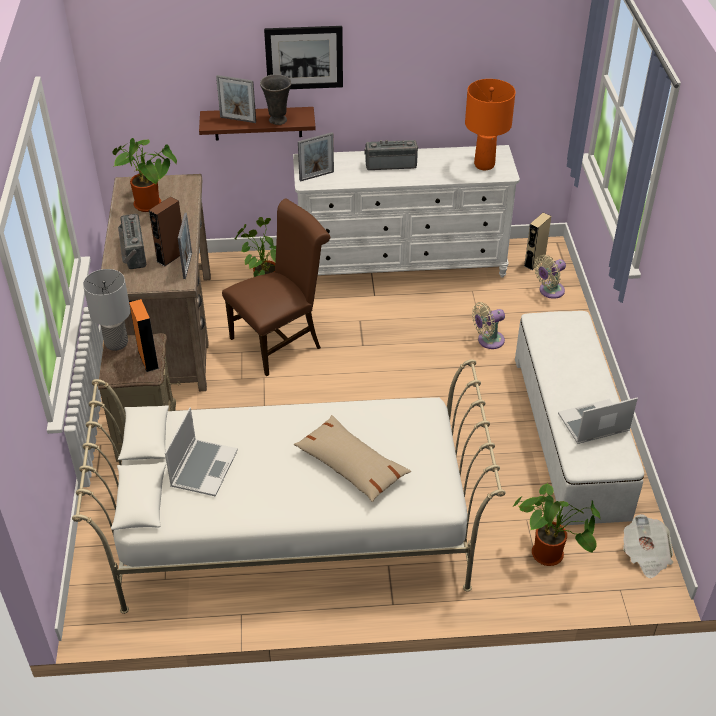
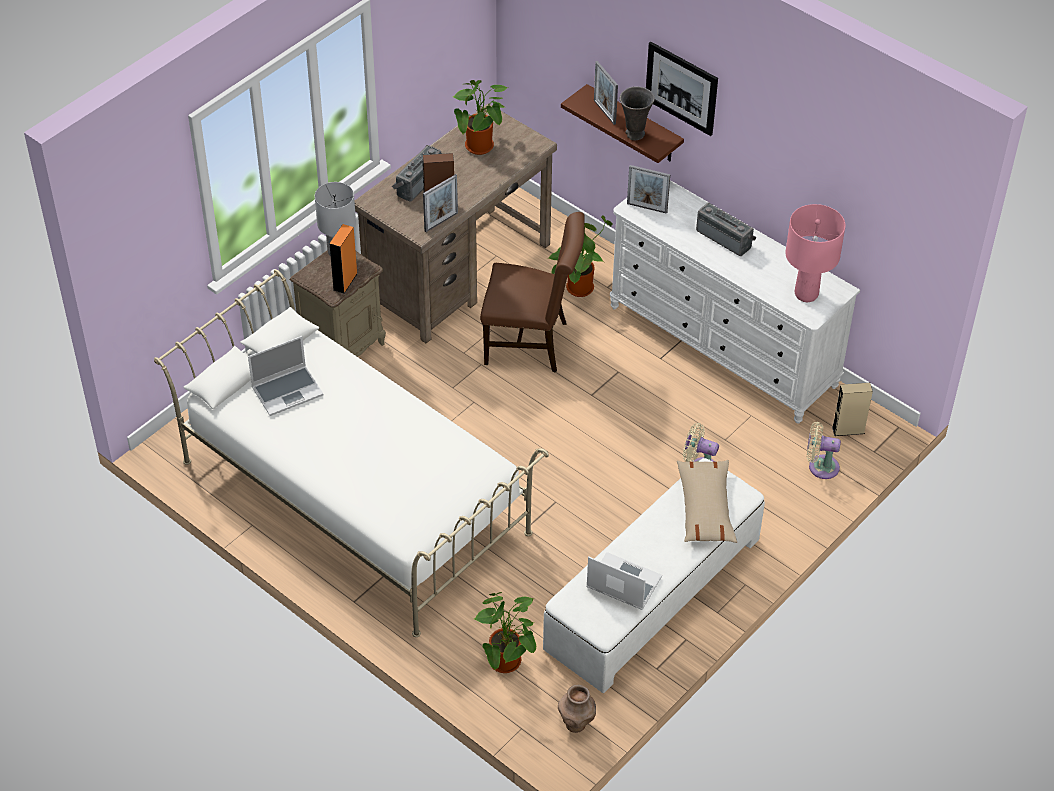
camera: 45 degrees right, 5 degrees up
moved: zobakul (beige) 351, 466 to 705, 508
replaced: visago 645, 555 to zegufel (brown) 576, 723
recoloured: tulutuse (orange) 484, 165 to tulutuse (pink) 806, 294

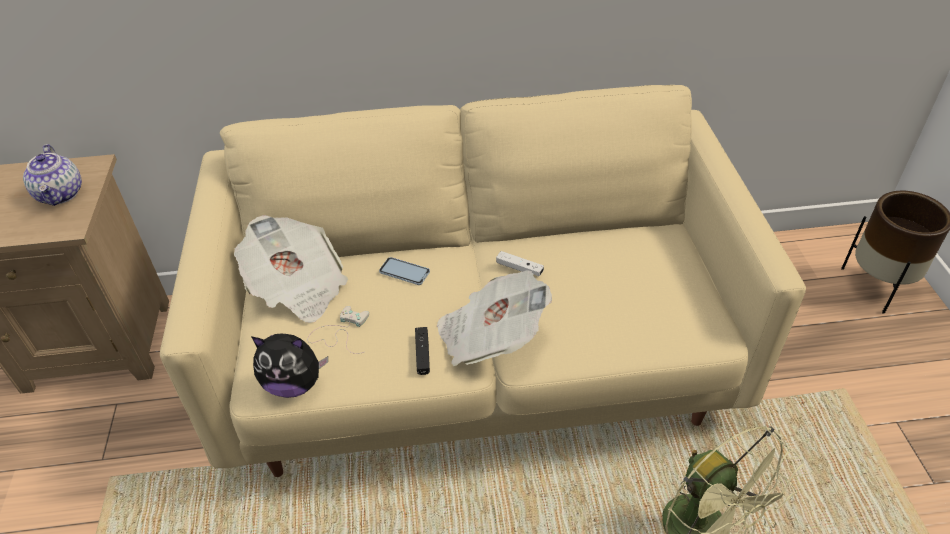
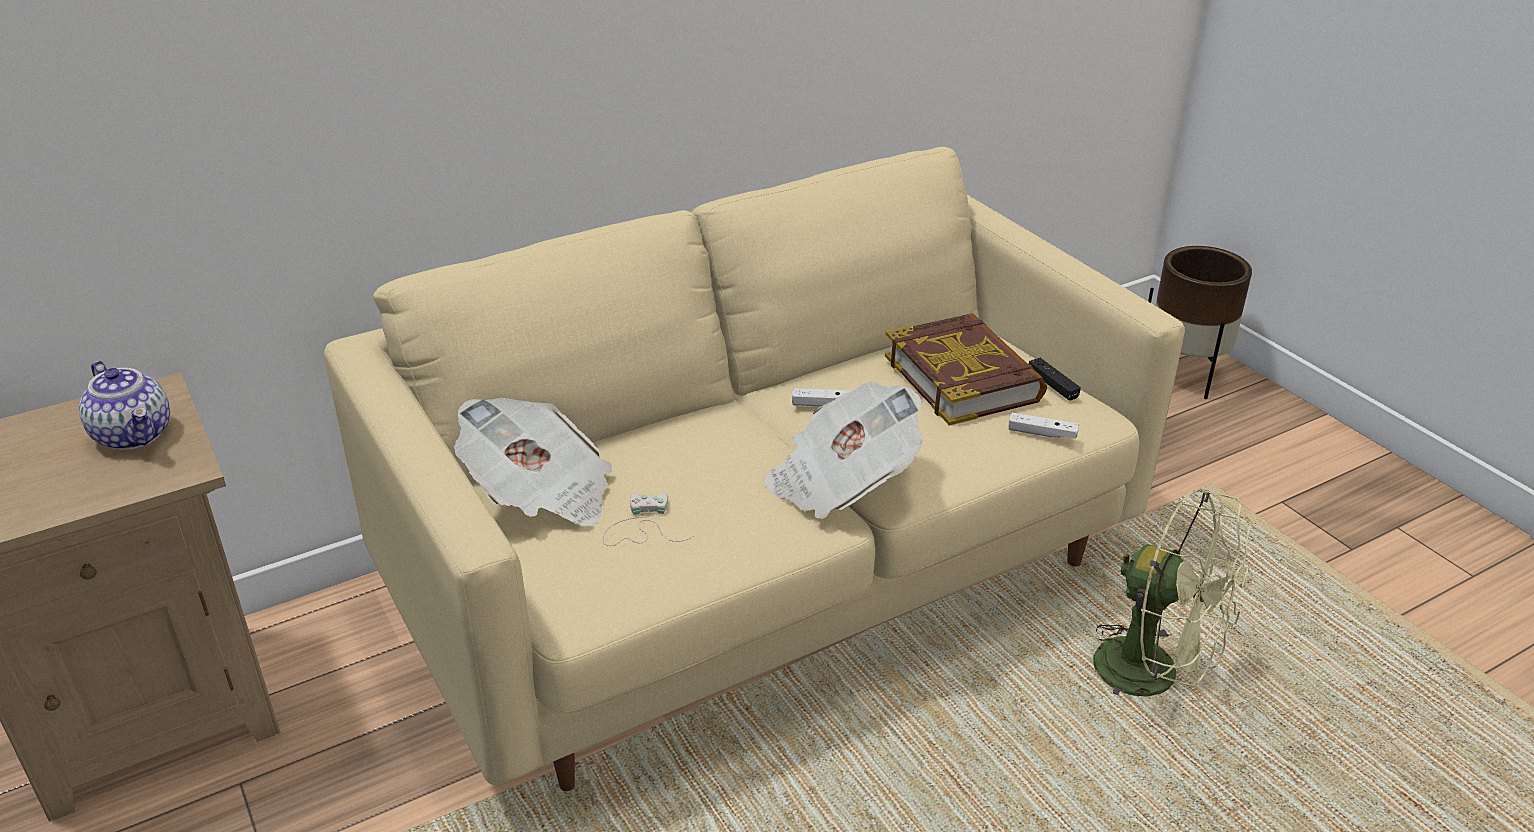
camera: 25 degrees left, 10 degrees down
removed: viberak 294, 384; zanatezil 404, 272
added: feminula 963, 378; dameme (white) 1042, 433
moved: dameme (black) 422, 354 to 1052, 385

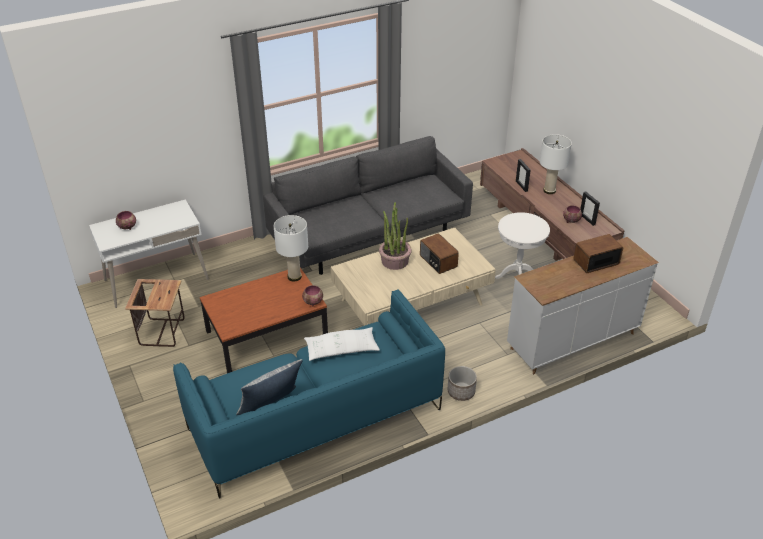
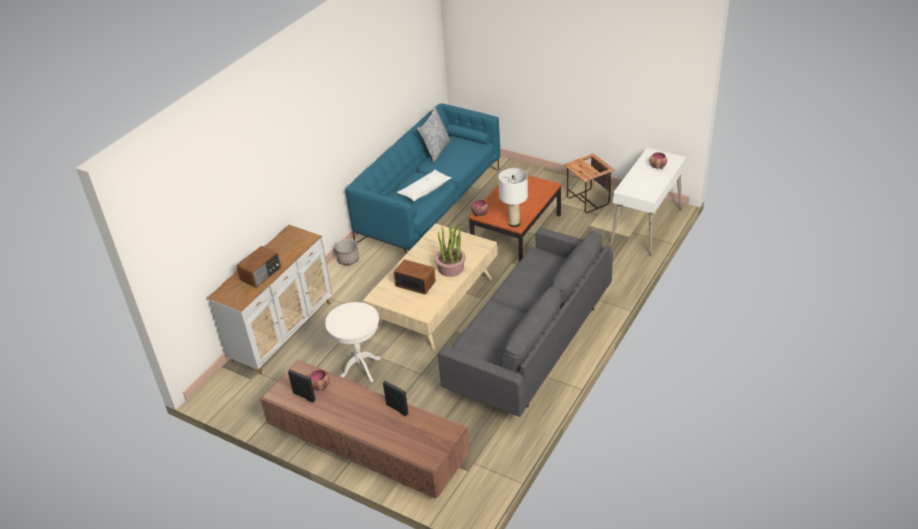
camera: 150 degrees right, 0 degrees up
removed: tulutuse (white) 549, 191

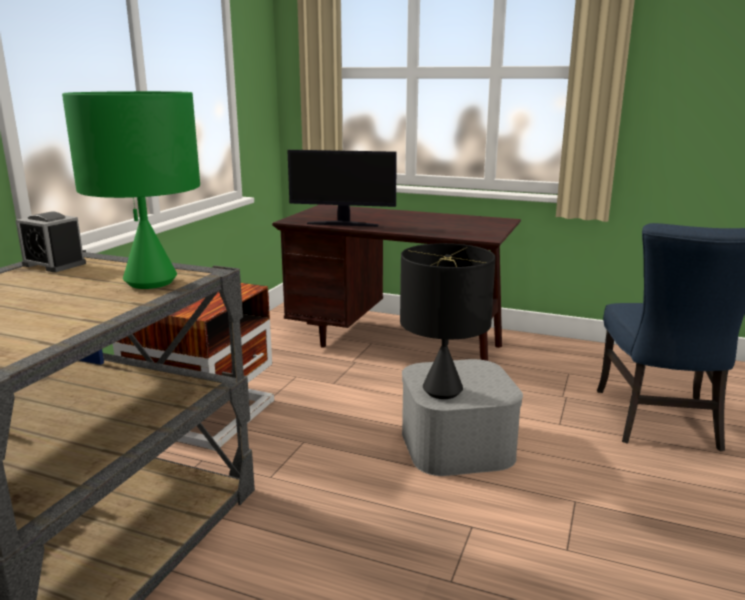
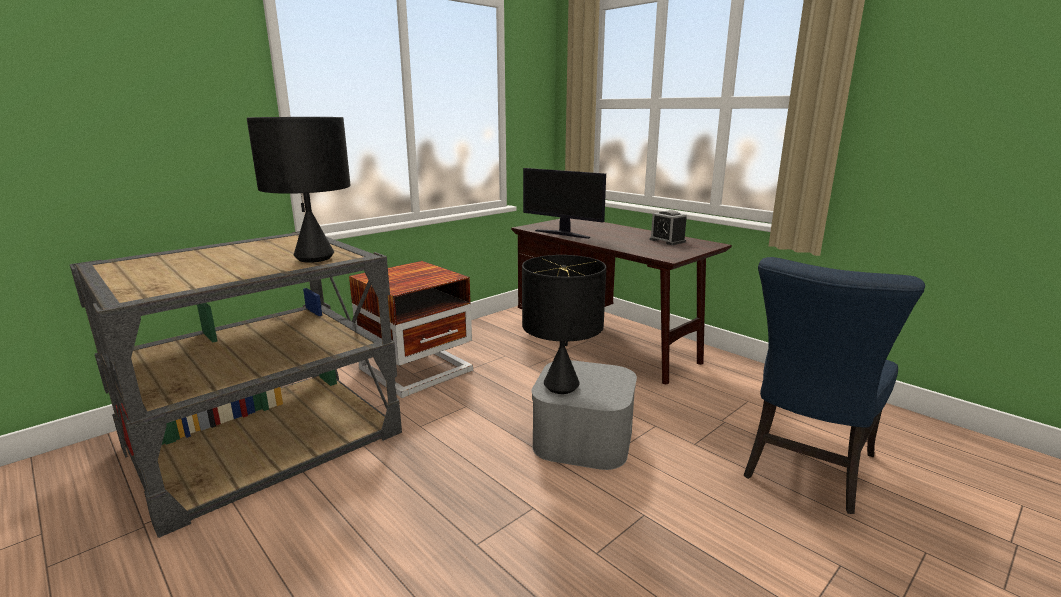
camera: 25 degrees right, 0 degrees up
moved: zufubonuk 54, 264 to 667, 241
recoloured: tulutuse (green) 151, 283 to tulutuse (black) 315, 258

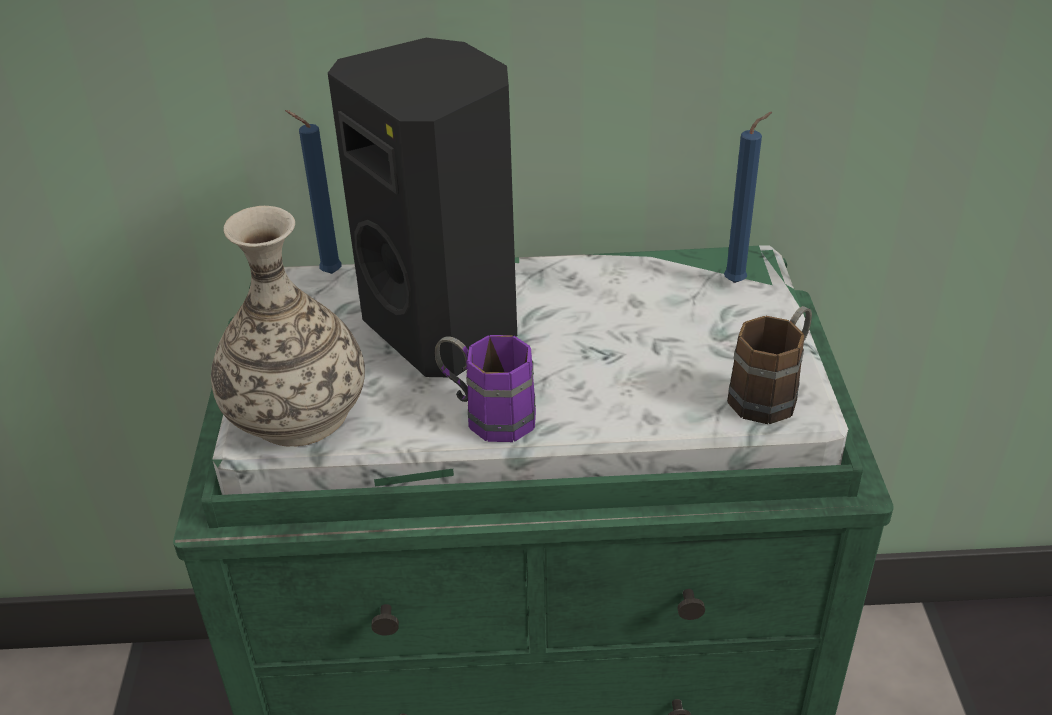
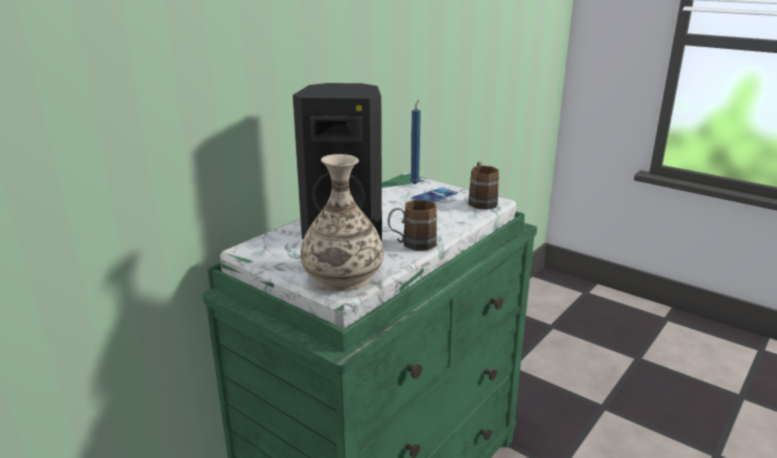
camera: 50 degrees left, 15 degrees down
removed: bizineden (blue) 328, 273
added: zanatezil 434, 196
recoloured: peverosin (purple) 486, 414 to peverosin (brown) 412, 245

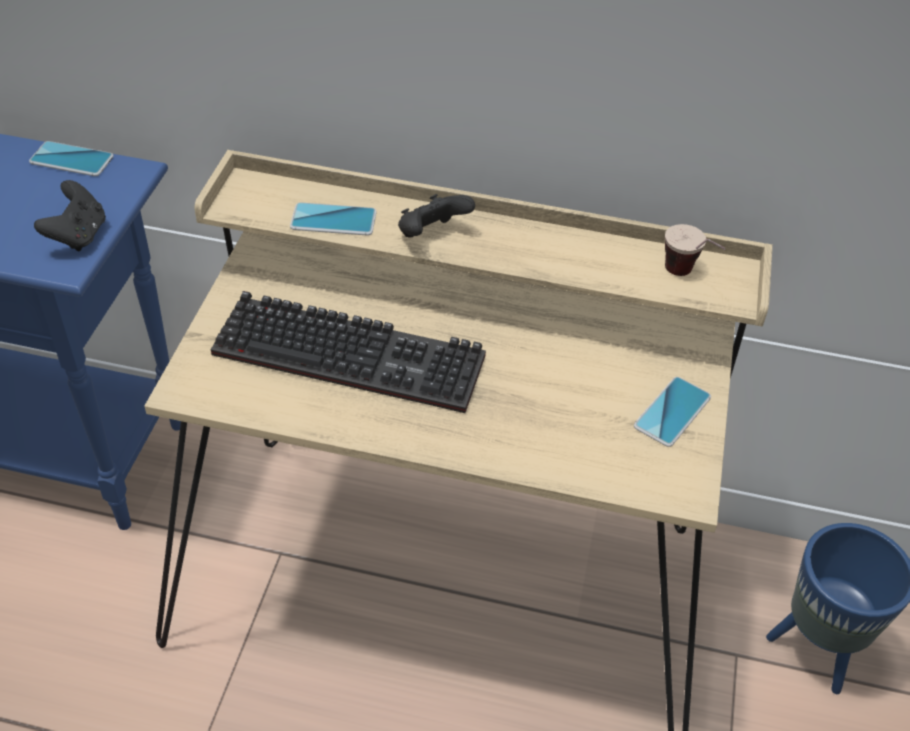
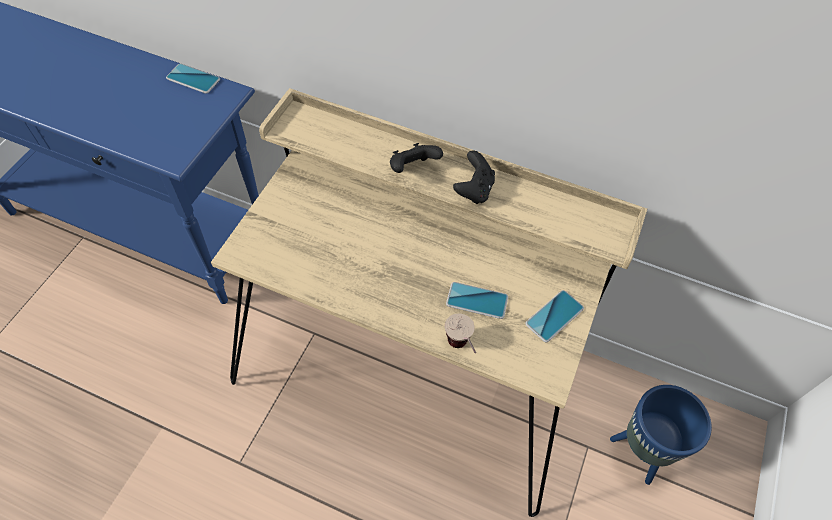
camera: 10 degrees right, 10 degrees up
removed: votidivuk 355, 353
moved: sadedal 688, 277 to 461, 350; zanatezil 333, 220 to 477, 300; dameme (black) 78, 235 to 474, 190

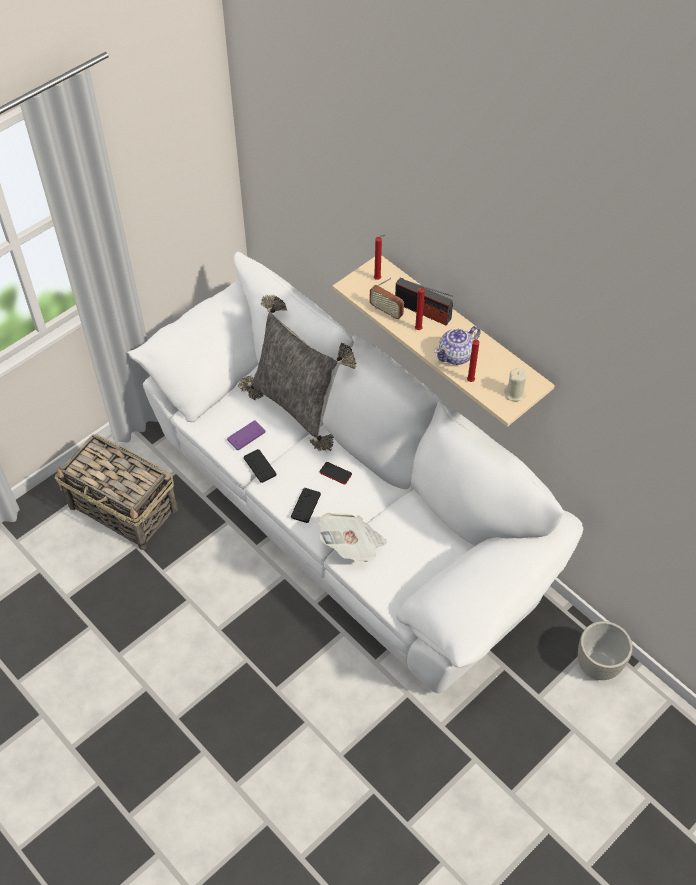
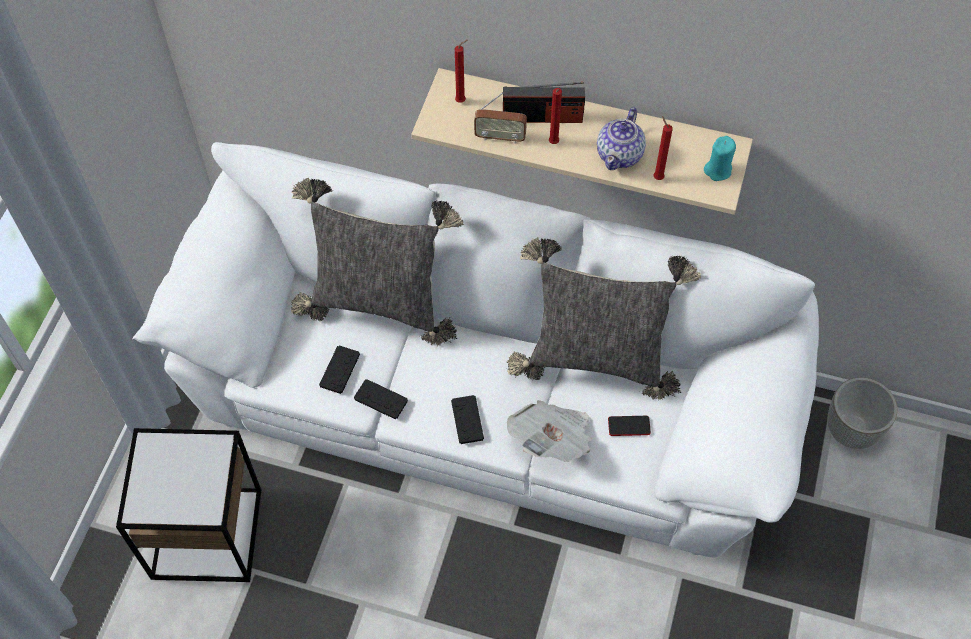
camera: 30 degrees left, 5 degrees up
added: zobakul 596, 362
moved: zanatezil 335, 473 to 629, 426
replaced: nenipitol 124, 509 to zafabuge 207, 533
recoloured: dameme (purple) 246, 436 to dameme (black) 339, 370; bizineden (beige) 515, 393 to bizineden (turquoise) 718, 170

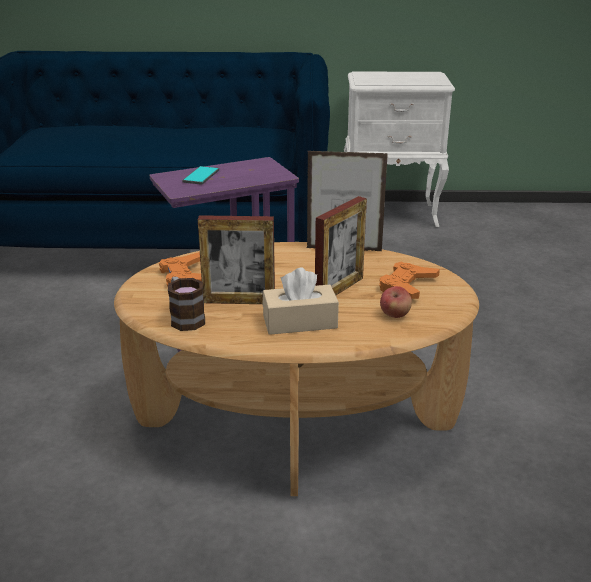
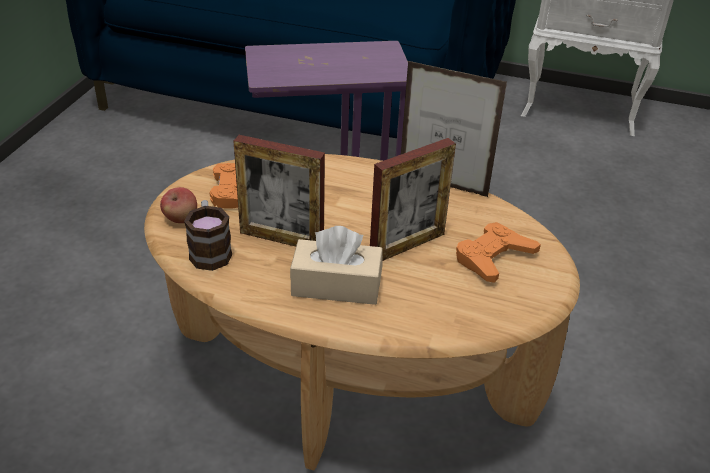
camera: 15 degrees right, 10 degrees up
removed: zanatezil 201, 176
moved: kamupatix 395, 315 to 181, 219

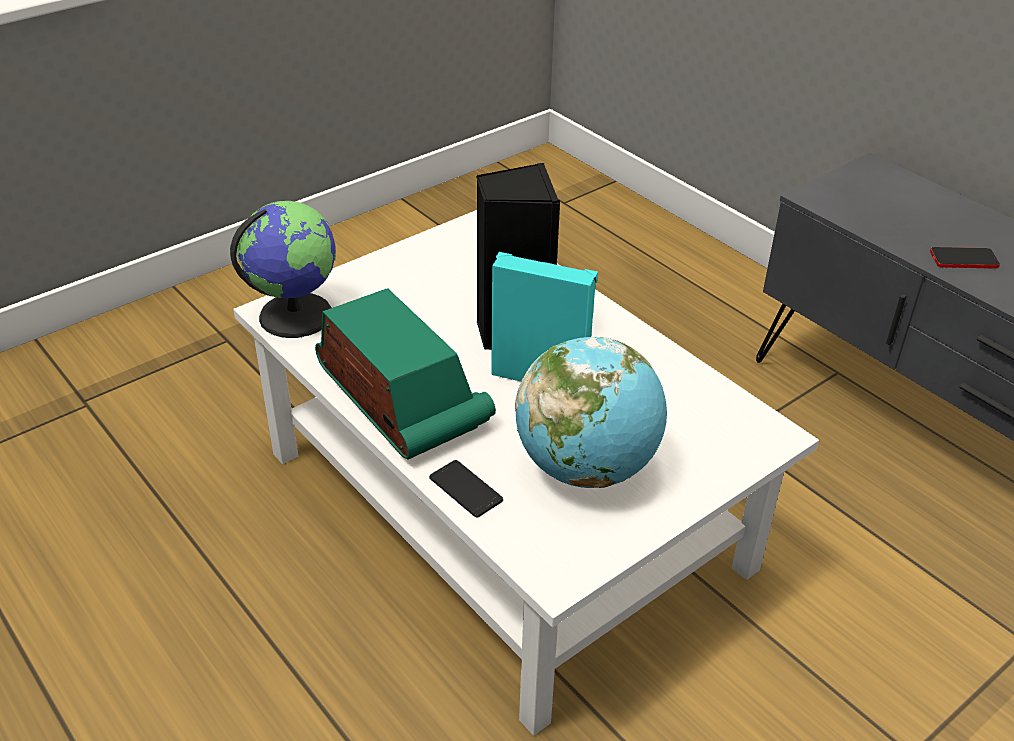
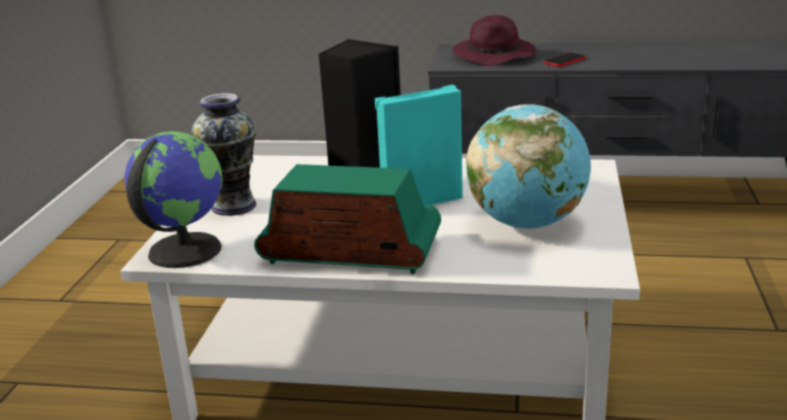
camera: 40 degrees left, 15 degrees down
removed: zanatezil 465, 489
added: zegufel 234, 206; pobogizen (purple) 495, 56

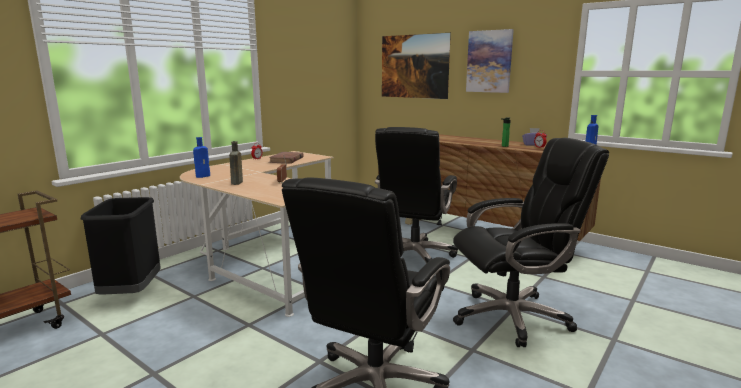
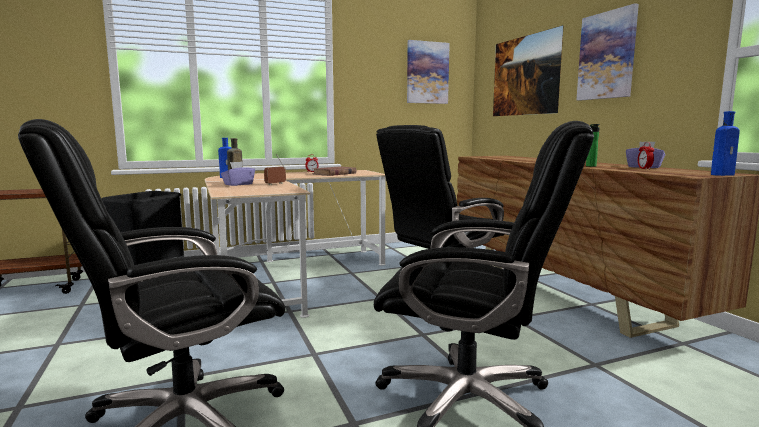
camera: 30 degrees right, 5 degrees down
added: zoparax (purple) 238, 184; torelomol 427, 73

